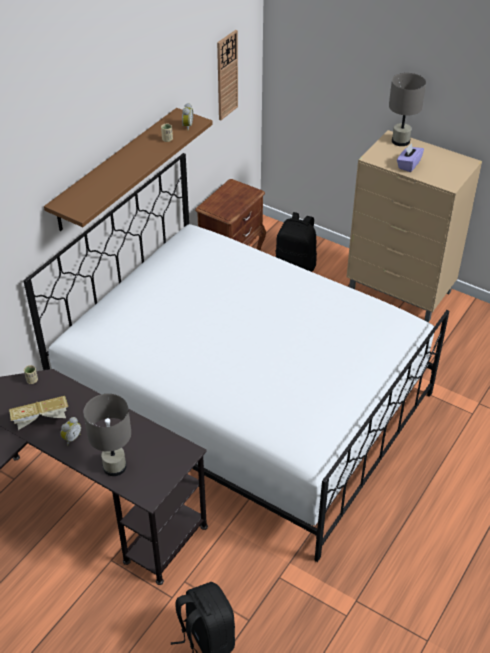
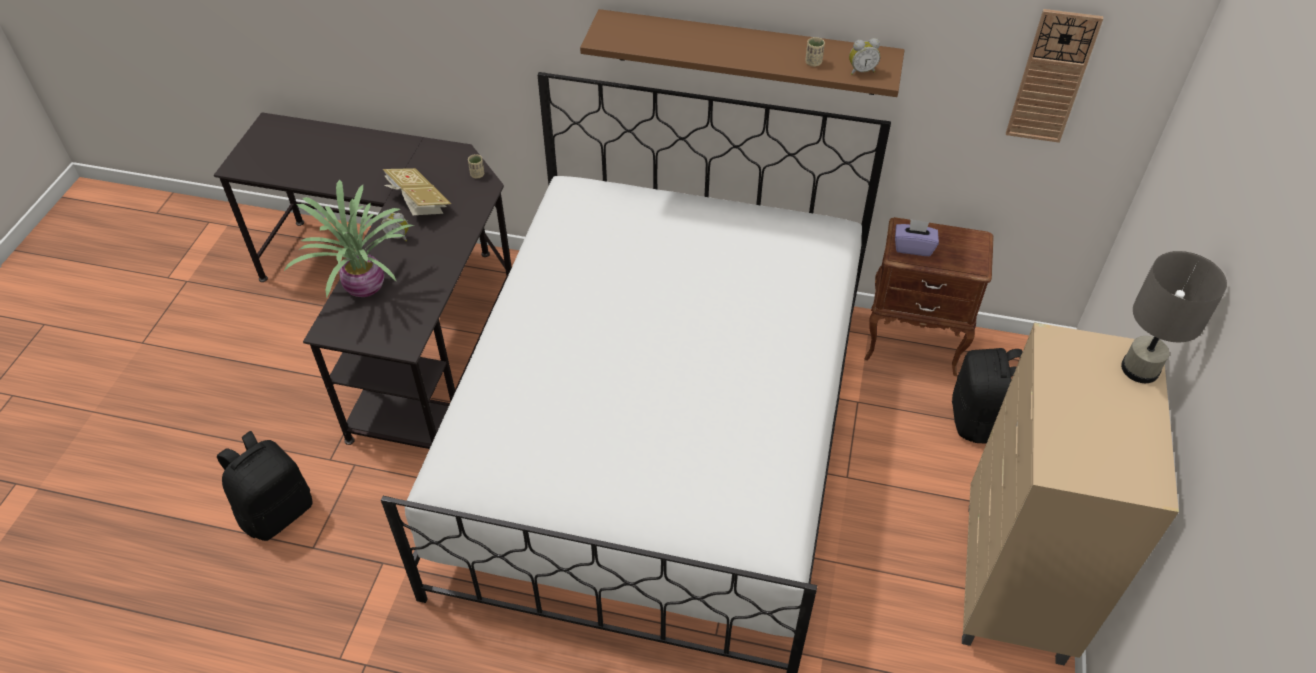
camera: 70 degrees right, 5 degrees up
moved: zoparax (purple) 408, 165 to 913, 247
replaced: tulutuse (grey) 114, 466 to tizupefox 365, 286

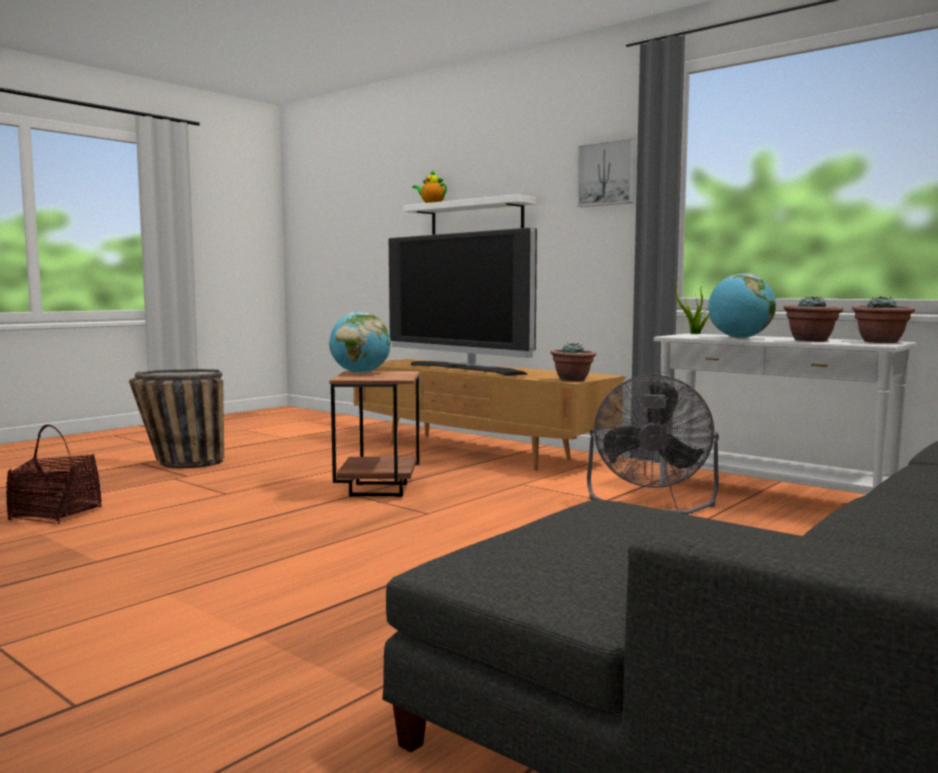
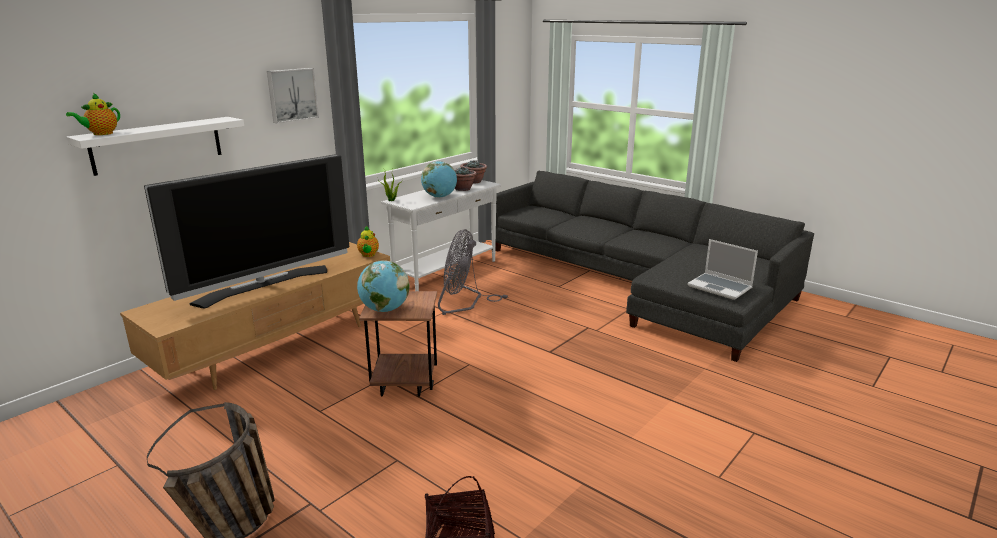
camera: 90 degrees left, 15 degrees up
added: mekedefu 720, 287
replaced: tizupefox 573, 380 to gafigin 368, 255

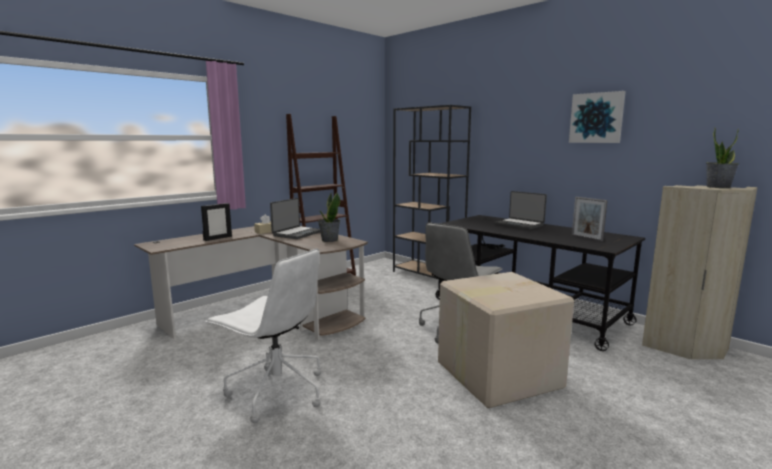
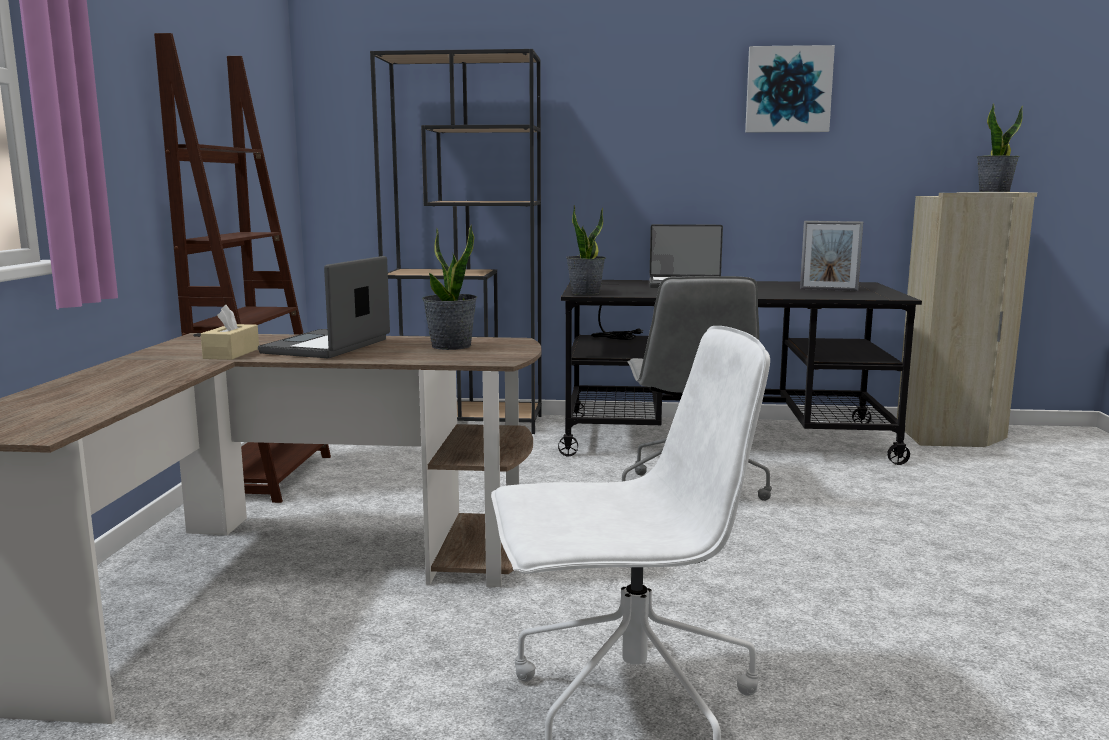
camera: 40 degrees left, 0 degrees up
removed: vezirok 217, 238; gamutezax 496, 374
added: tizupefox 585, 293
turned: mekedefu 297, 233 = 329, 346 150 degrees counterclockwise

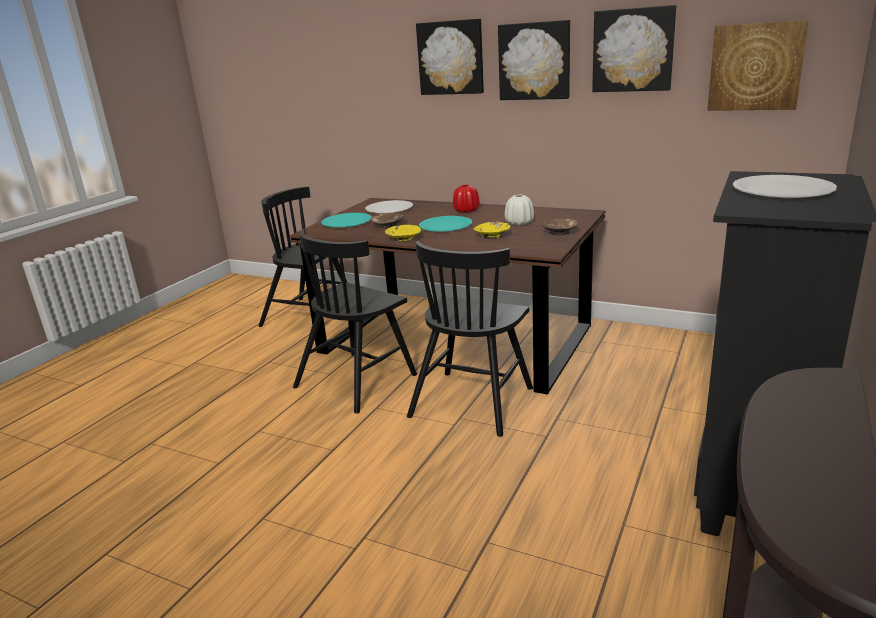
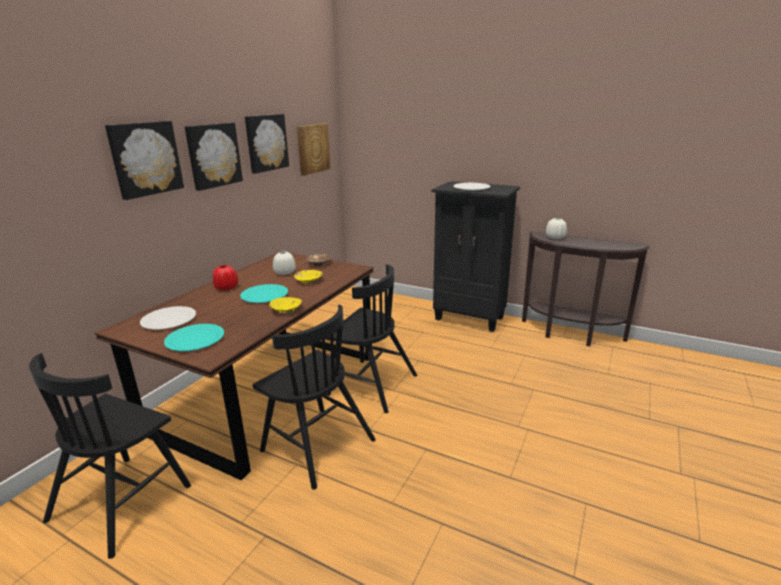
camera: 90 degrees left, 0 degrees up
removed: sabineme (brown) 387, 225
added: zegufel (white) 555, 237

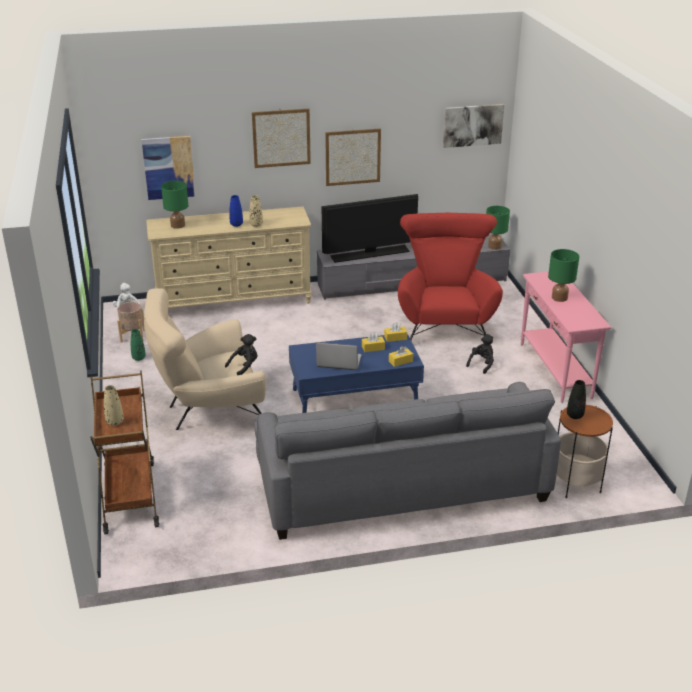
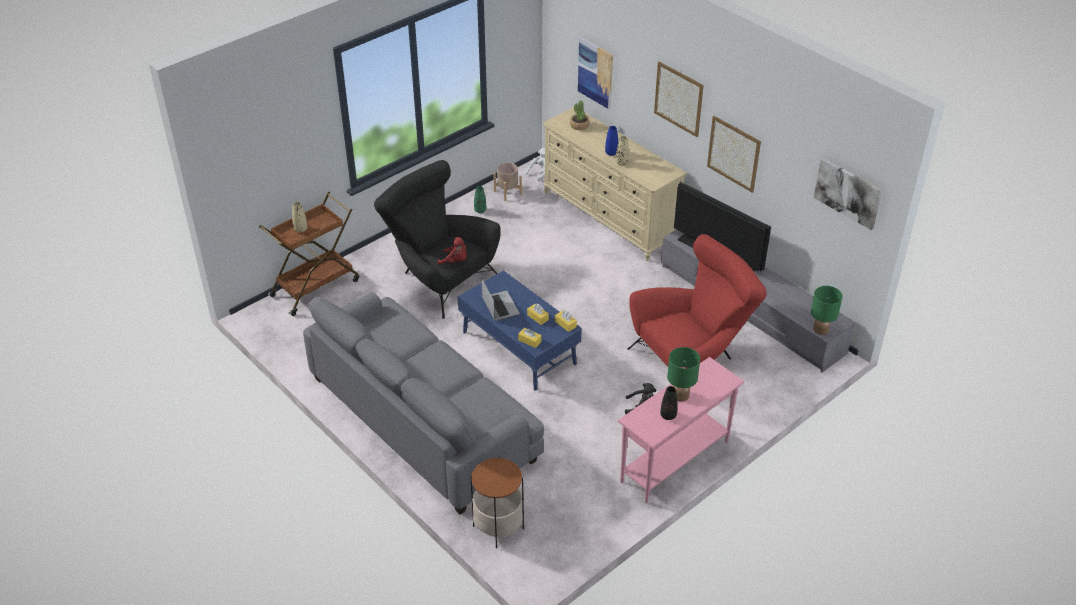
camera: 60 degrees right, 10 degrees up
moved: zegufel (black) 574, 415 to 668, 416
replaced: tulutuse (green) 177, 225 to tizupefox 579, 125
recoloured: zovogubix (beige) 209, 411 to zovogubix (black) 440, 278; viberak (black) 244, 366 to viberak (red) 455, 261

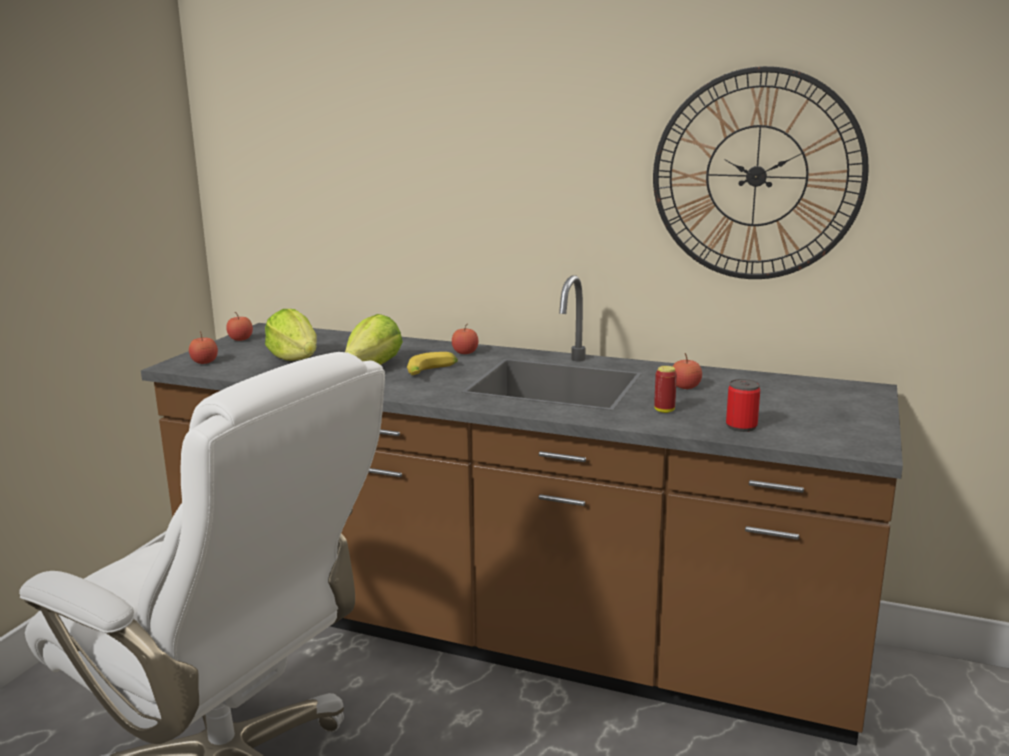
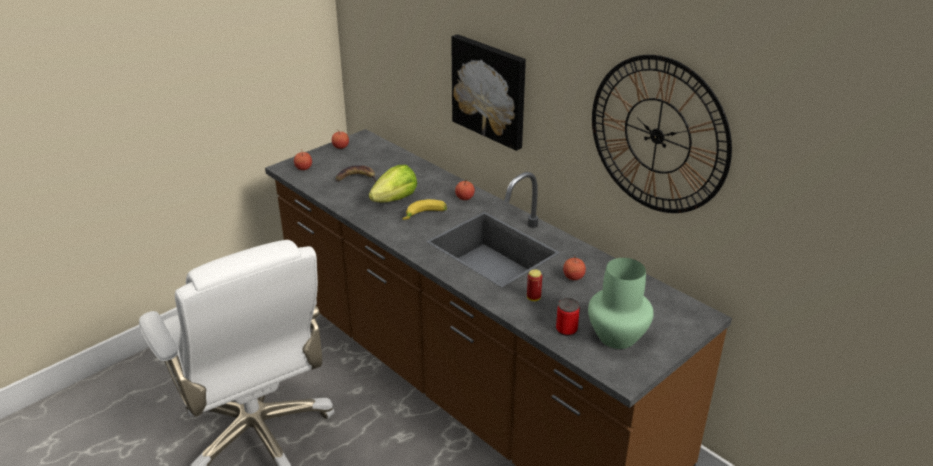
camera: 25 degrees right, 15 degrees up
added: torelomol 490, 90; zegufel (green) 616, 336
replaced: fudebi 295, 359 to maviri 356, 178

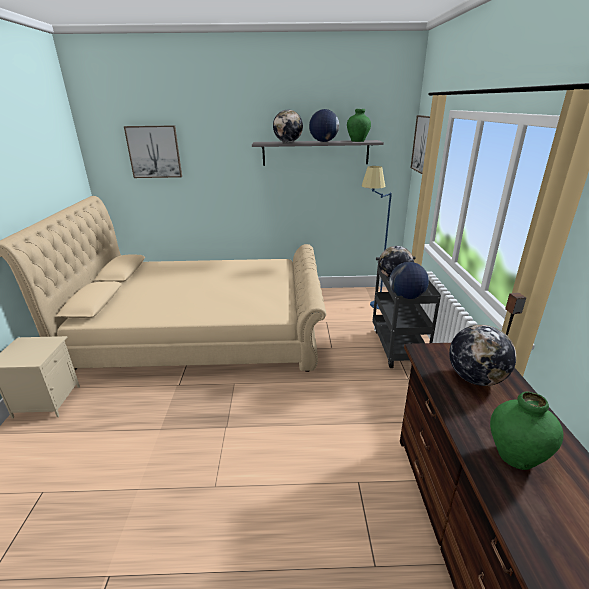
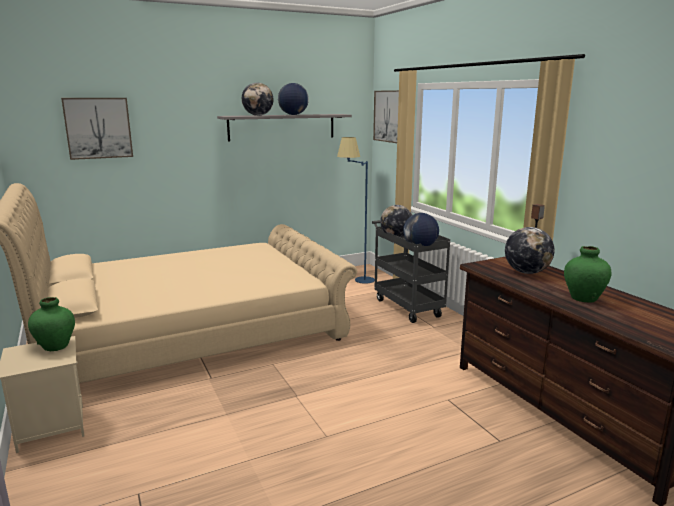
camera: 25 degrees left, 10 degrees down
moved: zegufel (green) 357, 141 to 55, 347

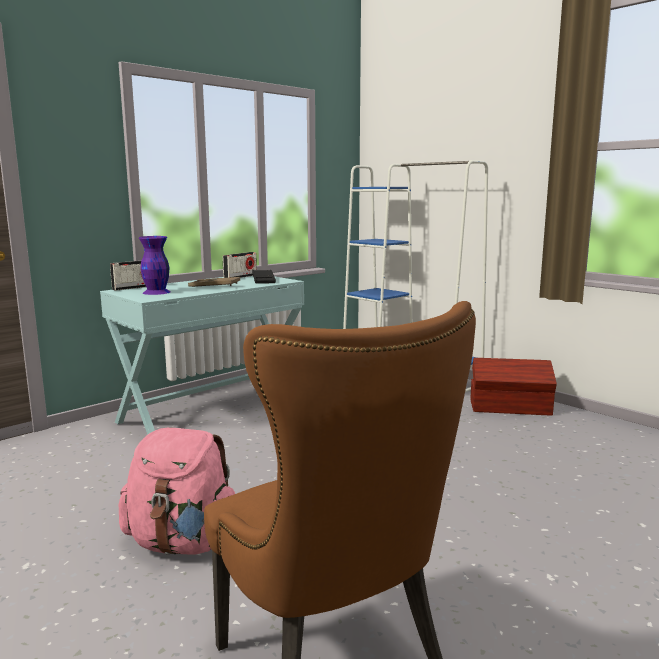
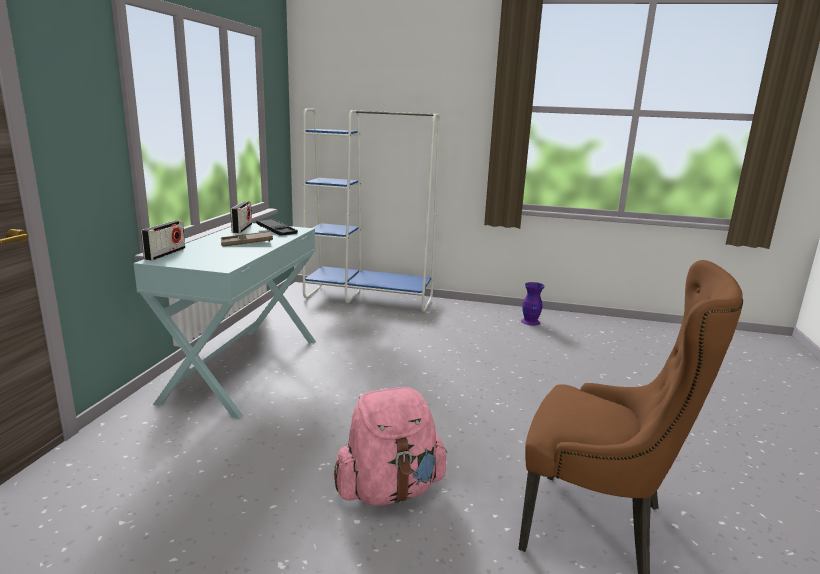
camera: 35 degrees left, 5 degrees up
removed: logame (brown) 511, 408
moved: zegufel (purple) 156, 292 to 530, 322

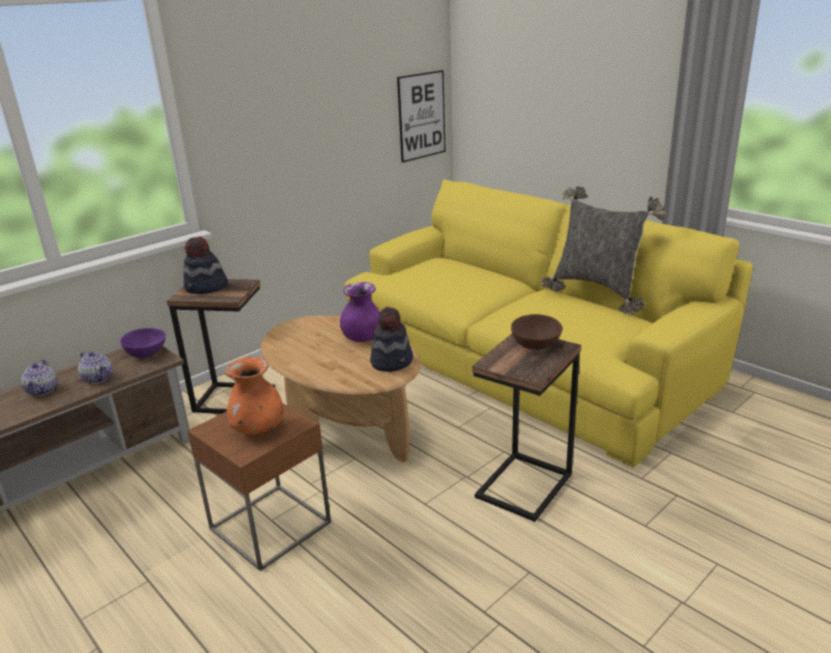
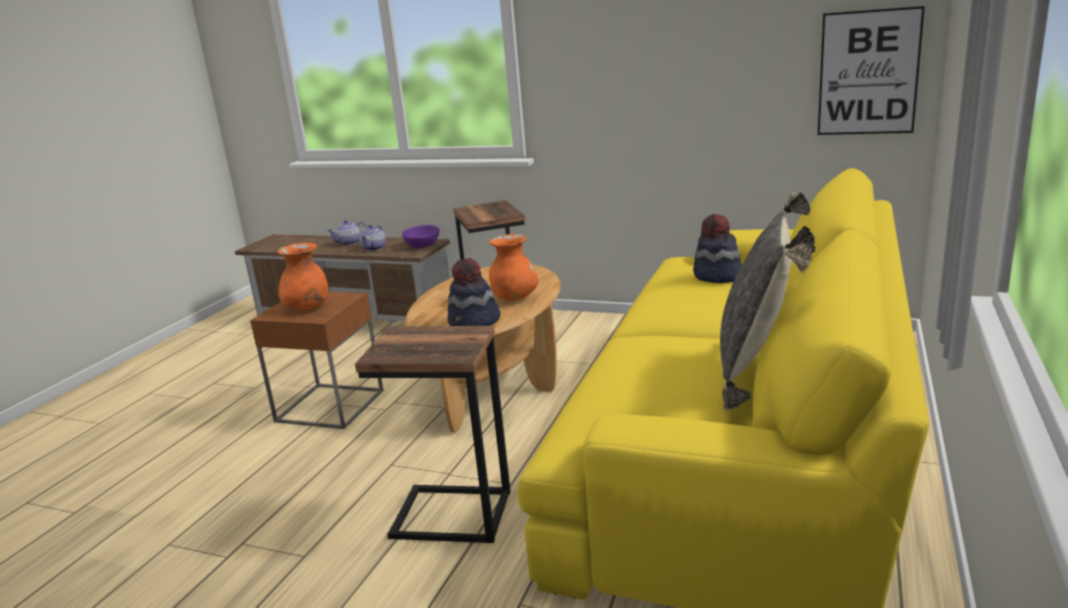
camera: 65 degrees right, 5 degrees down
removed: sabineme (brown) 535, 344
moved: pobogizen 206, 288 to 717, 276
recoloured: zegufel (purple) 363, 338 to zegufel (orange) 514, 298

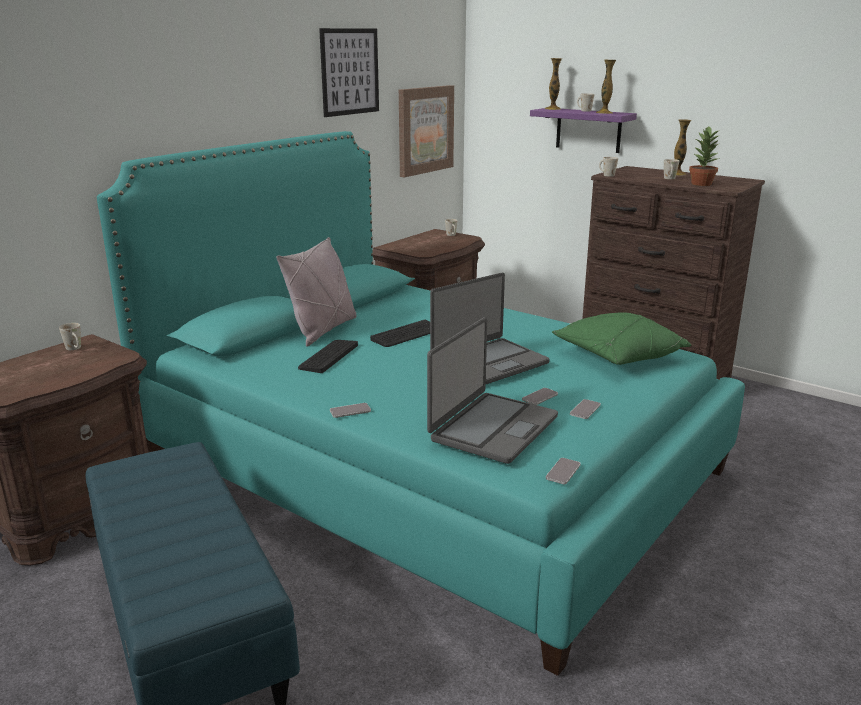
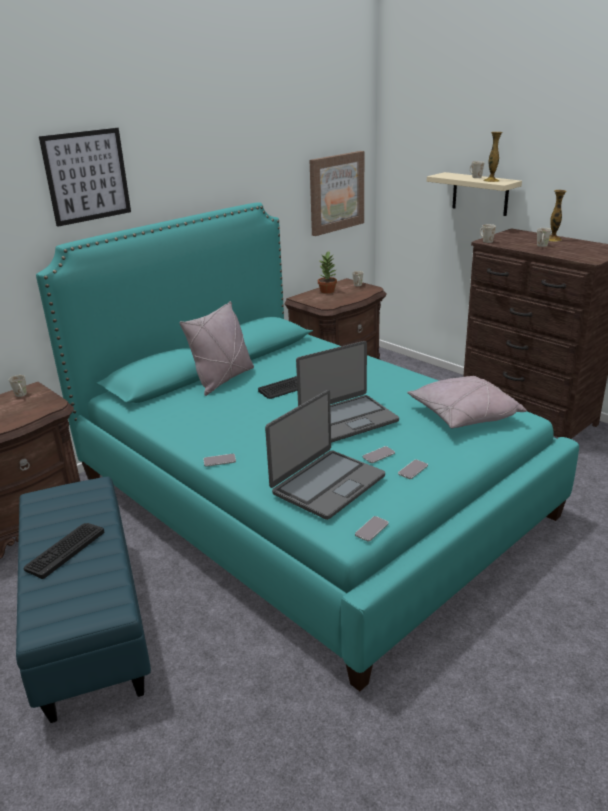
camera: 10 degrees right, 5 degrees up
removed: zegufel 552, 109
moved: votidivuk 328, 356 to 65, 550; torelomol 350, 72 to 87, 176; tizupefox 702, 184 to 327, 291
recoloured: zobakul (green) 618, 356 to zobakul (purple) 463, 416; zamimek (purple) 588, 130 to zamimek (beige) 480, 194

